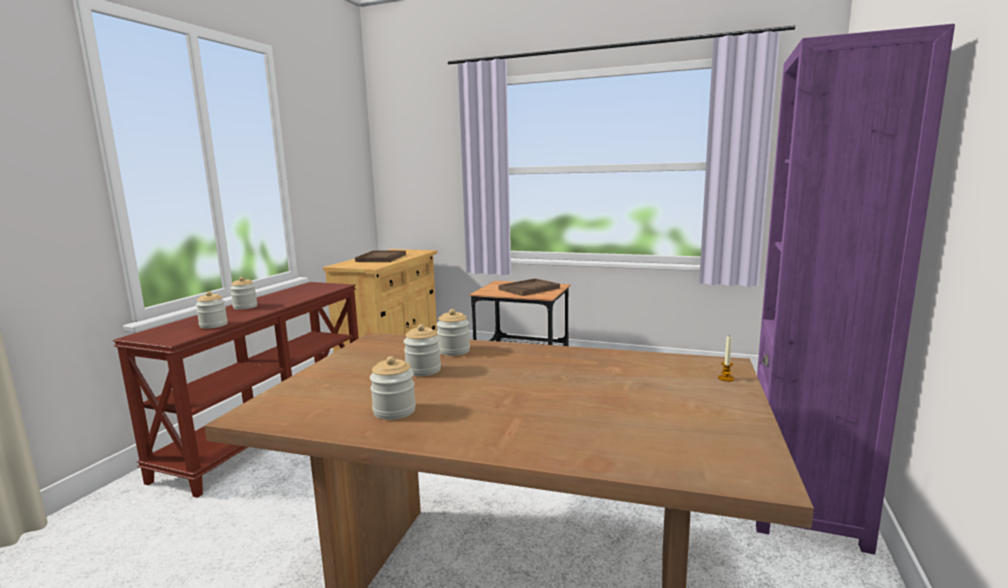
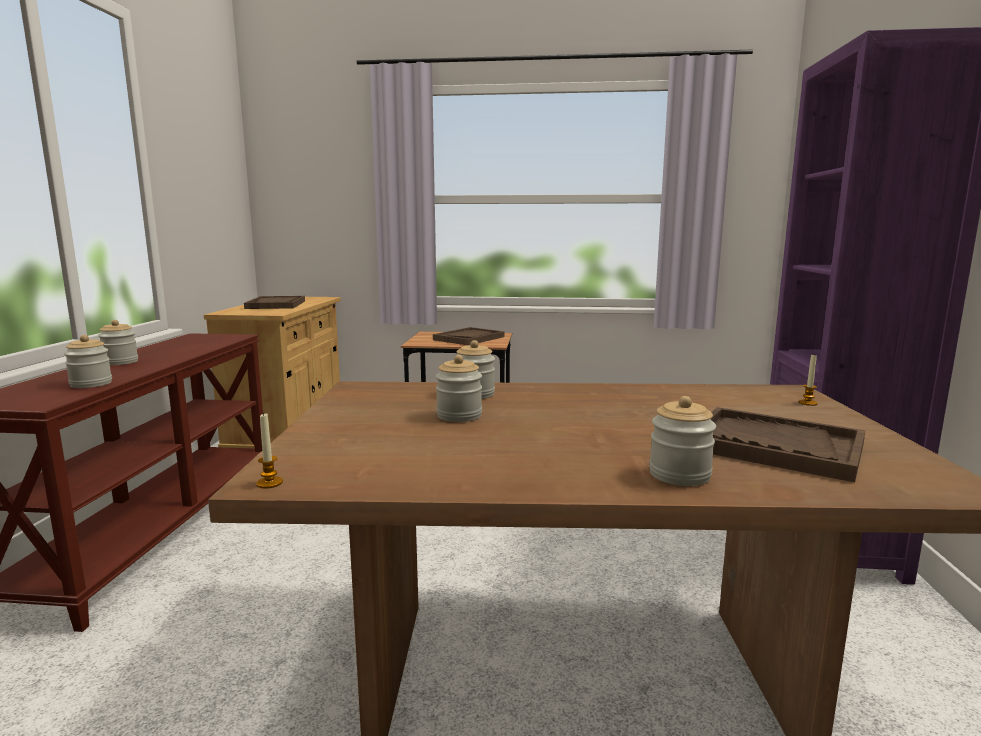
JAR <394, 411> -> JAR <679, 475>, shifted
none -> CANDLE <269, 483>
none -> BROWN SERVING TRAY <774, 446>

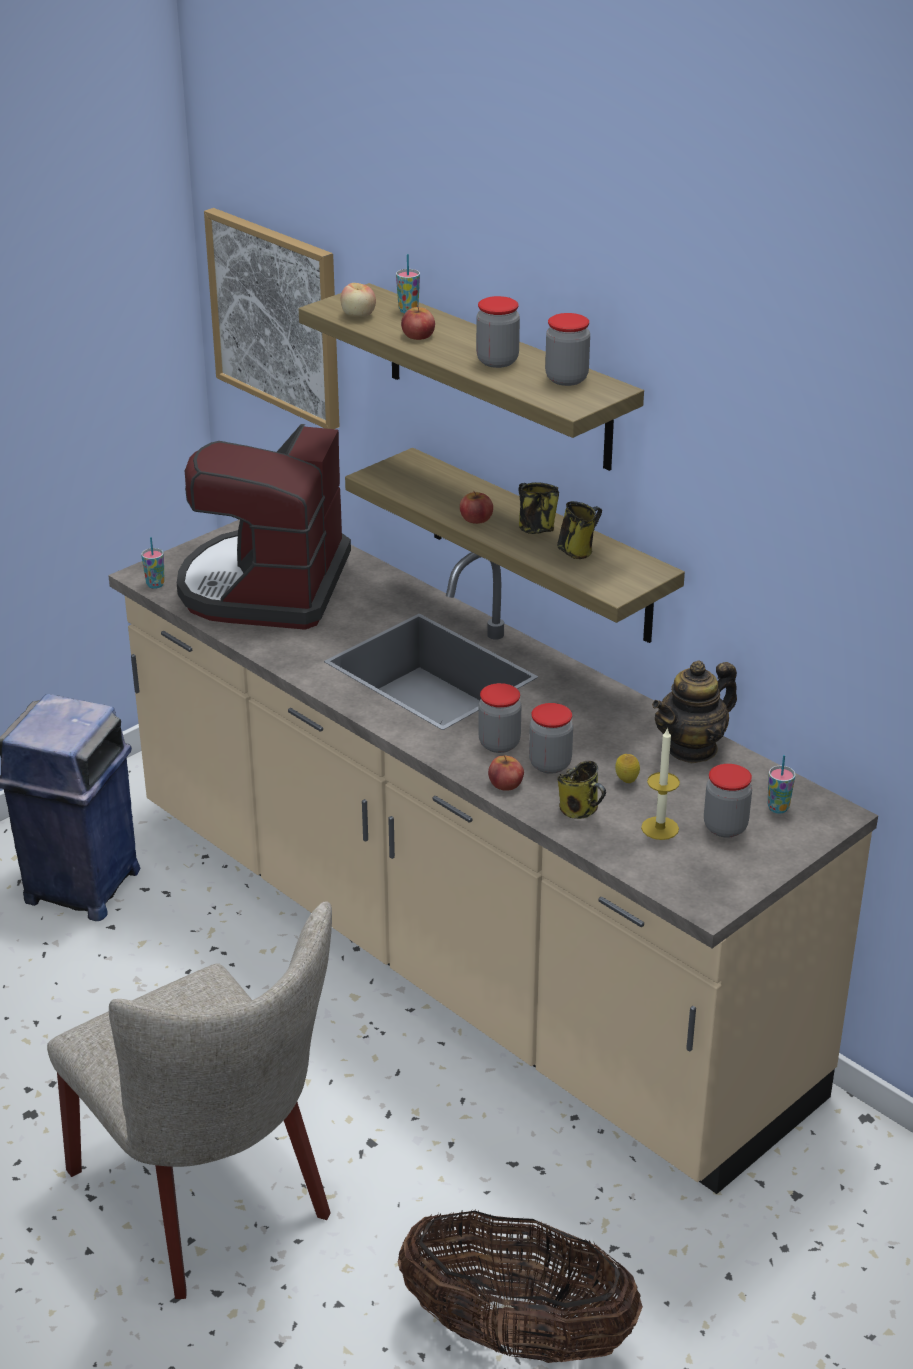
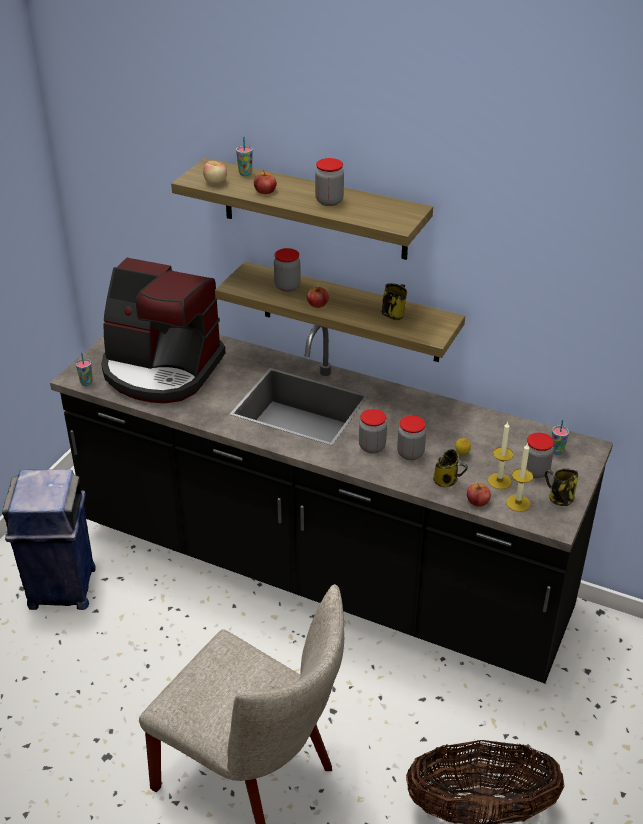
SAND-COLOURED COUNTER <456, 952> -> BLACK-COLOURED COUNTER <321, 571>
COFFEE MAKER <266, 587> -> COFFEE MAKER <161, 370>, 60 degrees counterclockwise
WALL PICTURE <276, 317> -> none
APPLE FRUIT <505, 783> -> APPLE FRUIT <477, 501>, shifted
COFFEE MUG <534, 528> -> COFFEE MUG <559, 499>, shifted
JAR <566, 379> -> JAR <287, 286>, shifted
TEAPOT <692, 748> -> none
none -> CANDLE <518, 503>

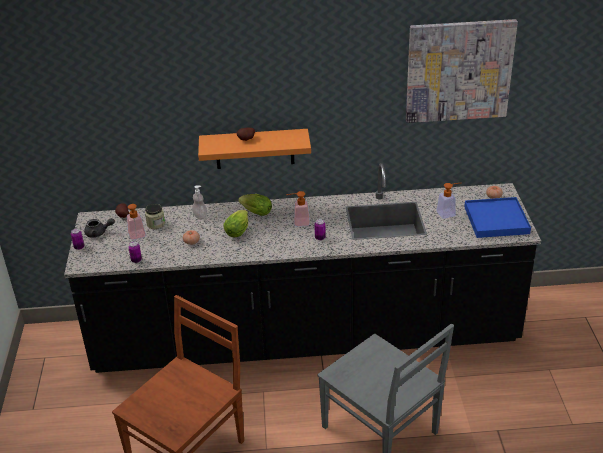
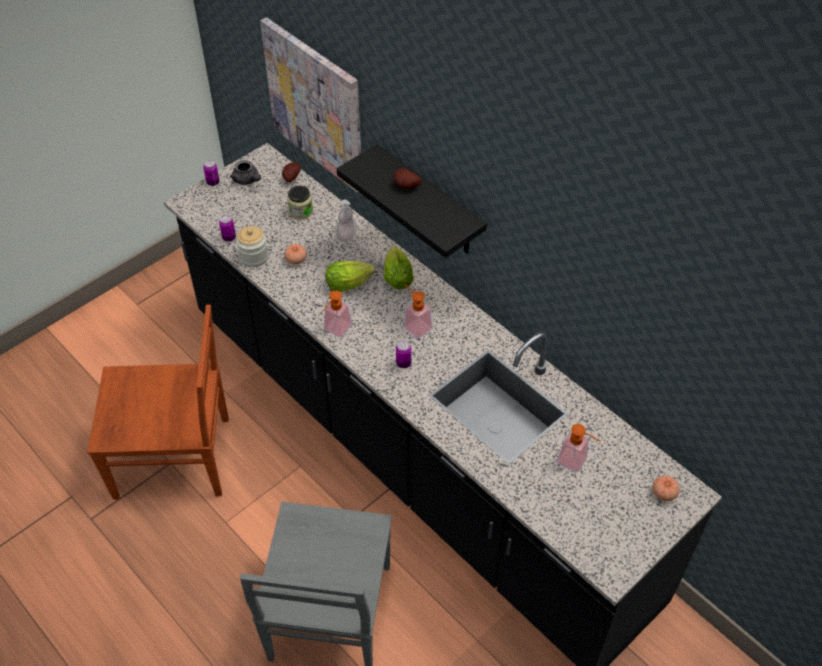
SOAP DISPENSER <137, 237> -> SOAP DISPENSER <335, 331>, shifted
ORANGE WALL SHELF <254, 149> -> BLACK-COLOURED WALL SHELF <429, 203>
WALL PICTURE <459, 71> -> WALL PICTURE <315, 104>, shifted
BLUE SERVING TRAY <496, 220> -> none
none -> JAR <254, 257>

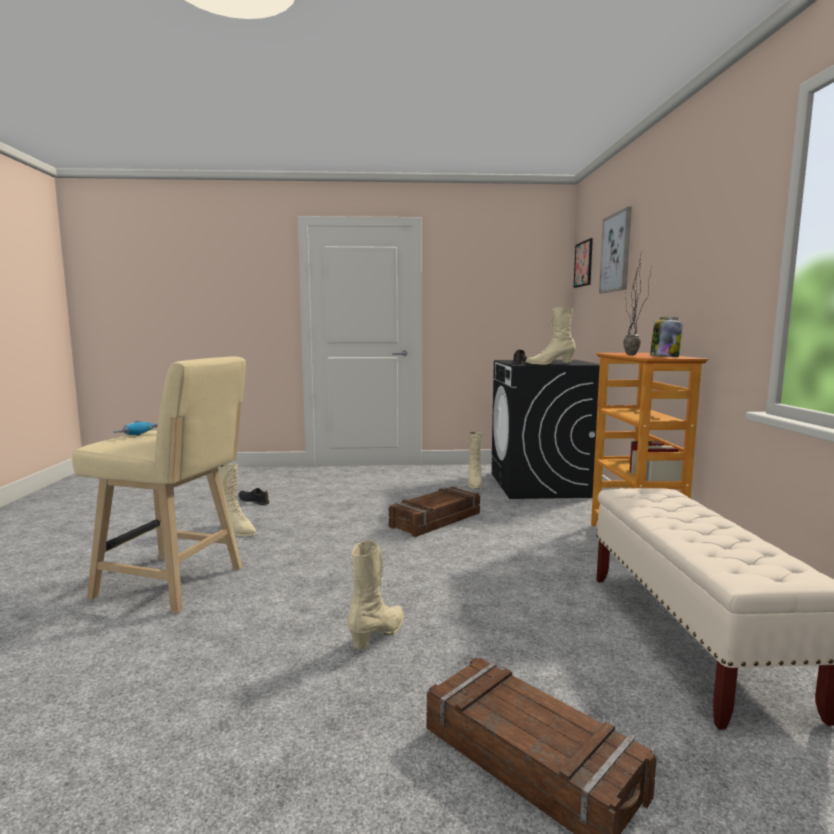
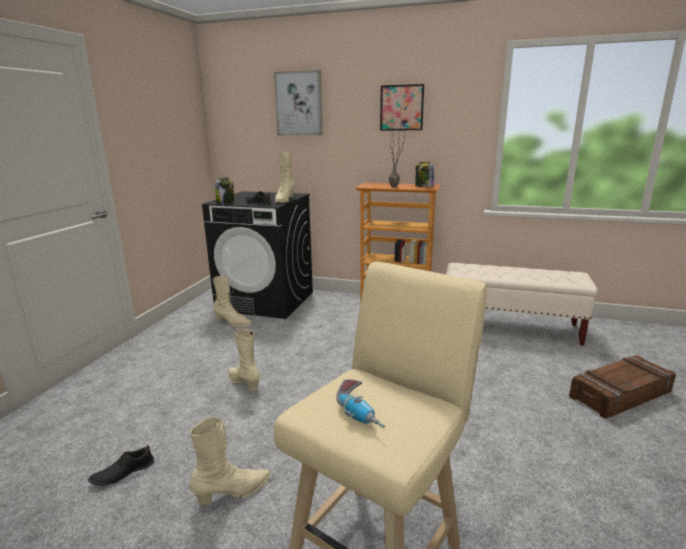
SAND-COLOURED TALL BOOT <379, 634> -> SAND-COLOURED TALL BOOT <244, 383>, shifted
SHIPPING CRATE <436, 520> -> none
WALL PICTURE <583, 264> -> WALL PICTURE <401, 107>, shifted
none -> JAR <226, 202>

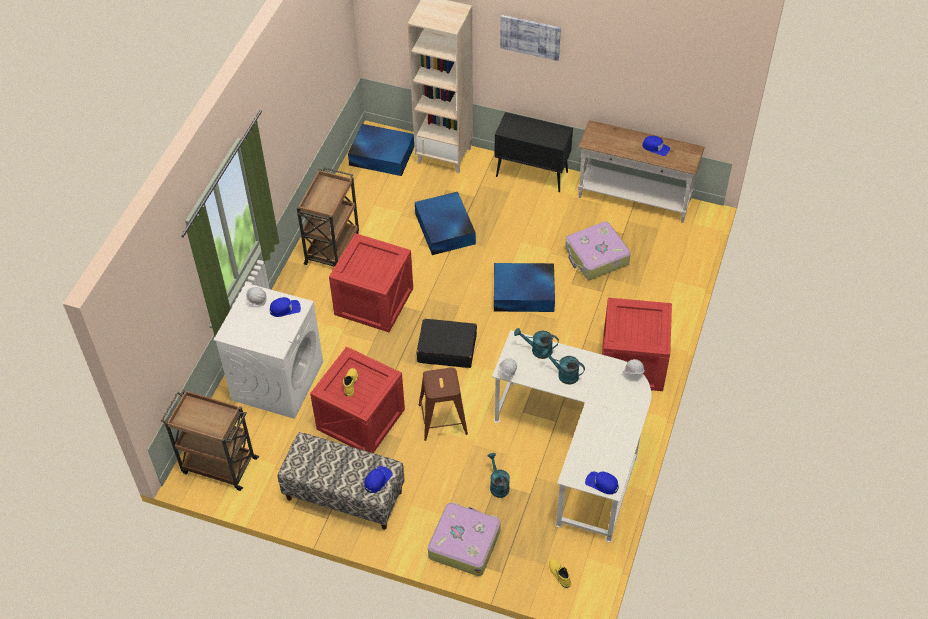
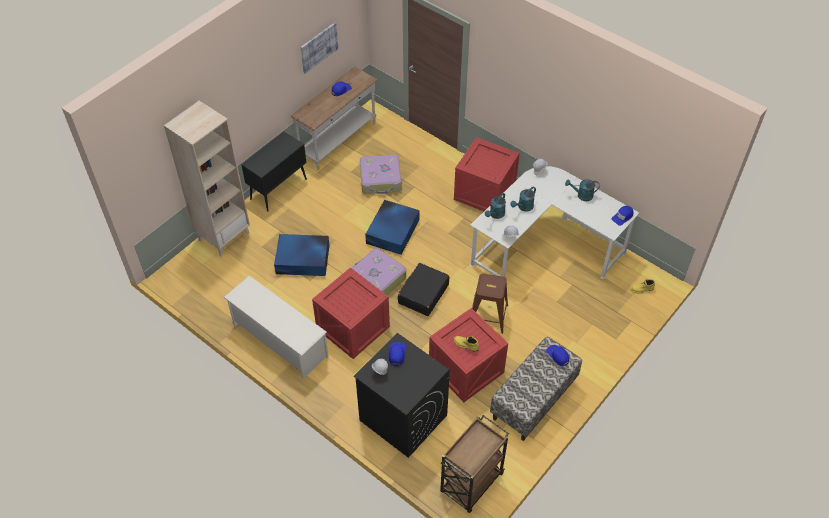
WHITE LAUNDRY APPLIANCE <277, 380> -> BLACK-COLOURED LAUNDRY APPLIANCE <402, 417>
BROWN TROLLEY <332, 247> -> WHITE SHOE SHELF <279, 340>
BLUE STORAGE BIN <381, 155> -> none
PIECE OF LUGGAGE <464, 543> -> PIECE OF LUGGAGE <377, 279>, shifted
TURQUOISE SPRINKLING CAN <498, 485> -> TURQUOISE SPRINKLING CAN <582, 195>, shifted
WALL PICTURE <530, 36> -> WALL PICTURE <318, 47>, shifted

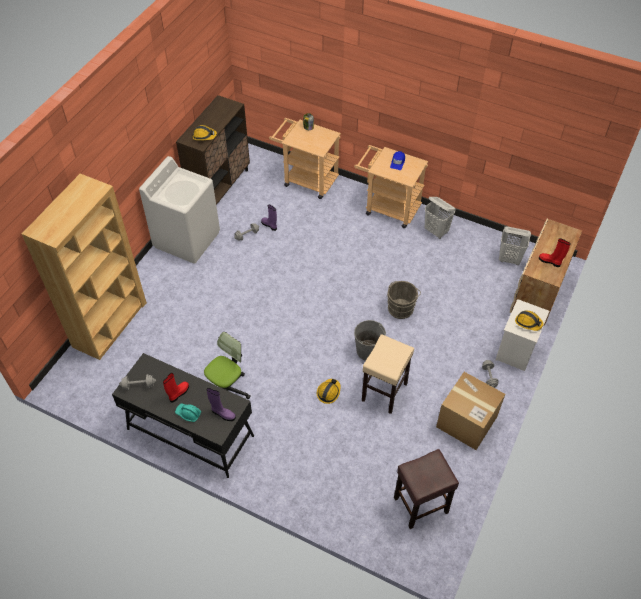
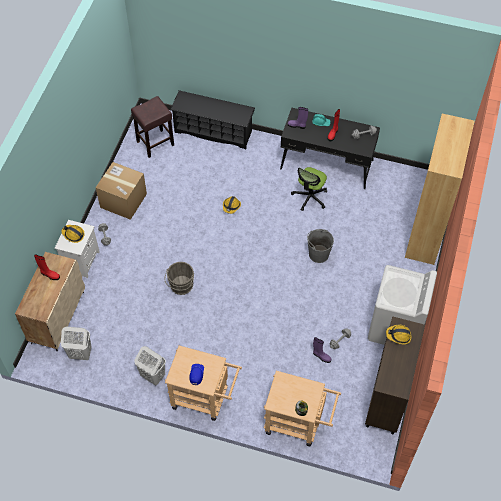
GREY BUCKET <368, 351> -> GREY BUCKET <318, 254>, shifted
SAND-COLOURED STOOL SEAT <384, 392> -> none
none -> BLACK-COLOURED SHOE SHELF <213, 131>

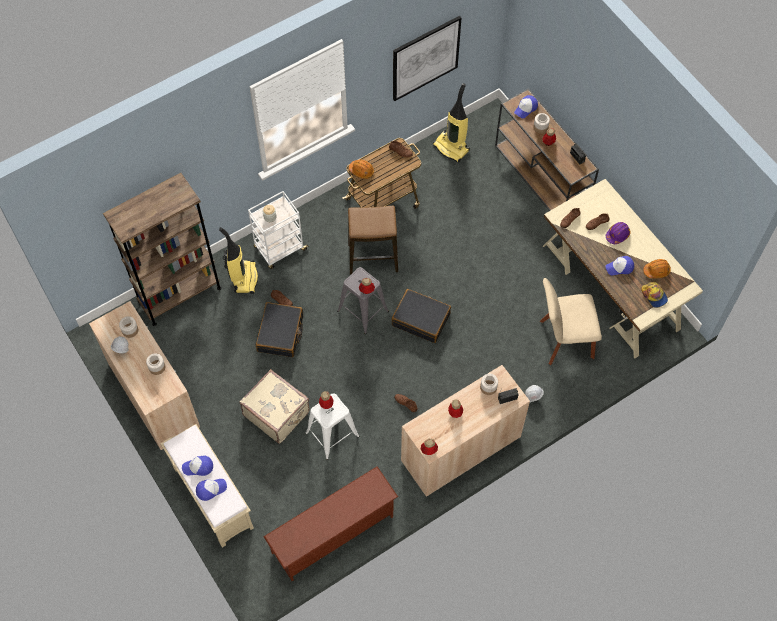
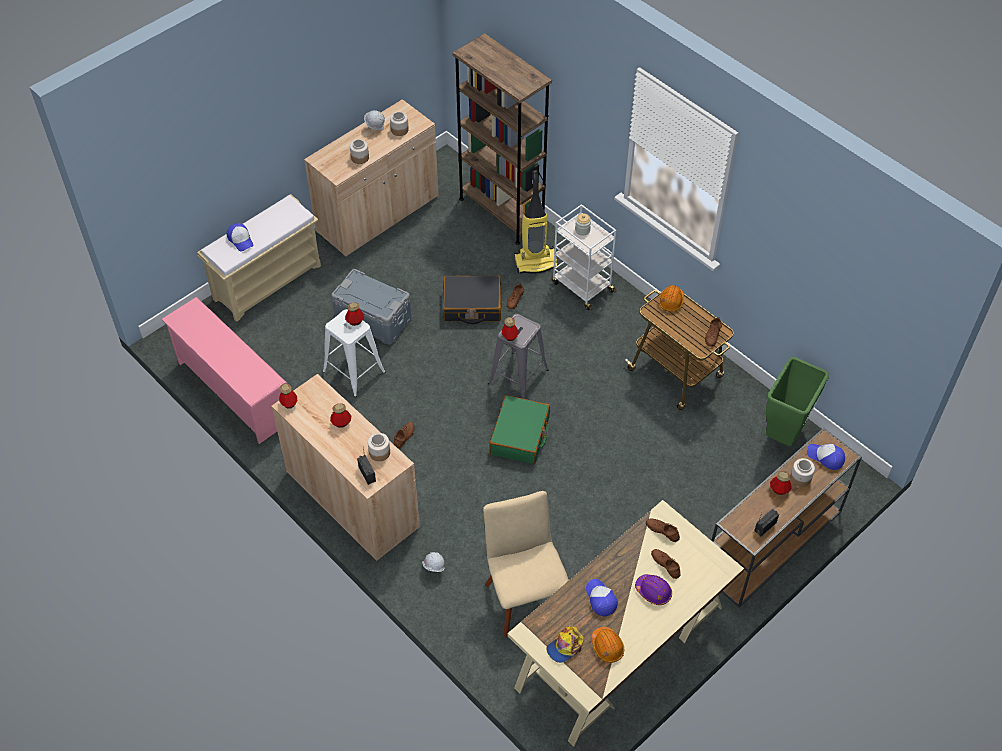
CAP <198, 467> -> none
SAND-COLOURED PIECE OF LUGGAGE <277, 412> -> GREY STORAGE BIN <373, 318>
BROWN SHOE SHELF <333, 535> -> PINK-COLOURED SHOE SHELF <233, 392>
STOOL SEAT <372, 258> -> none
BLACK-COLOURED PIECE OF LUGGAGE <421, 319> -> GREEN PIECE OF LUGGAGE <520, 436>
WALL PICTURE <425, 58> -> none
VACUUM CLEANER <452, 147> -> GREEN TRASH CAN <783, 435>

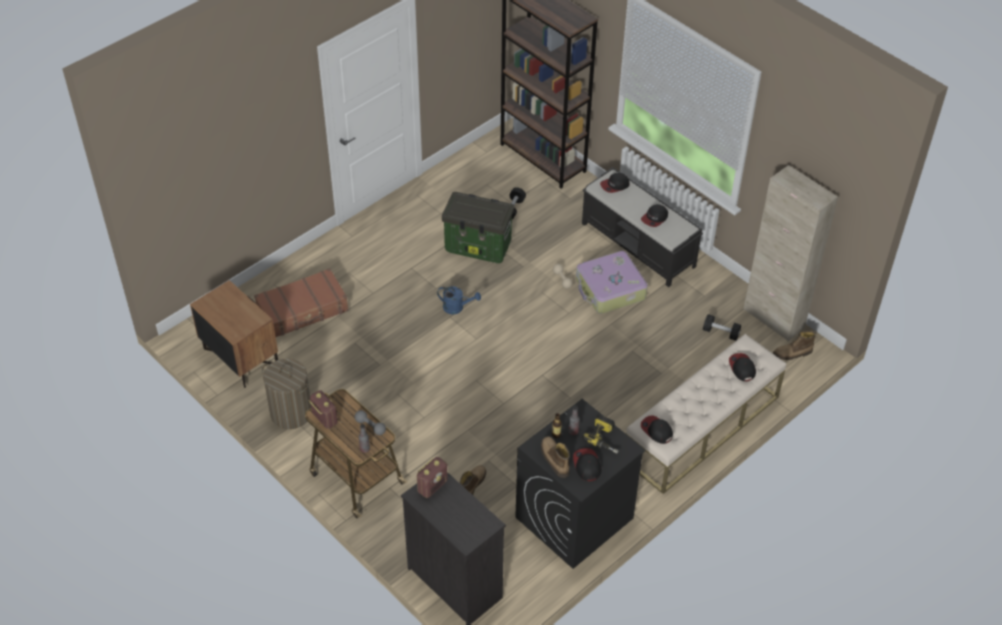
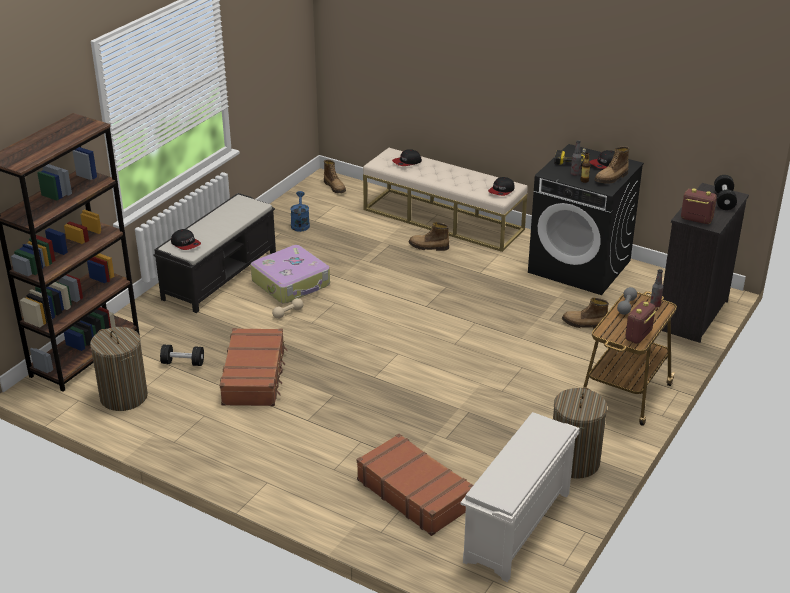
BROWN BEDSIDE TABLE <240, 357> -> WHITE SHOE SHELF <517, 528>
BLUE SPRINKLING CAN <457, 307> -> BLUE SPRINKLING CAN <300, 224>, shifted
STORAGE BIN <479, 246> -> BROWN PIECE OF LUGGAGE <254, 376>
CAP <654, 218> -> none
BLACK-COLOURED HAND WEIGHT <721, 333> -> BLACK-COLOURED HAND WEIGHT <723, 200>, shifted
SAND-COLOURED CUPBOARD <773, 318> -> none
none -> LAUNDRY BASKET <123, 396>
none -> TALL BOOT <428, 247>

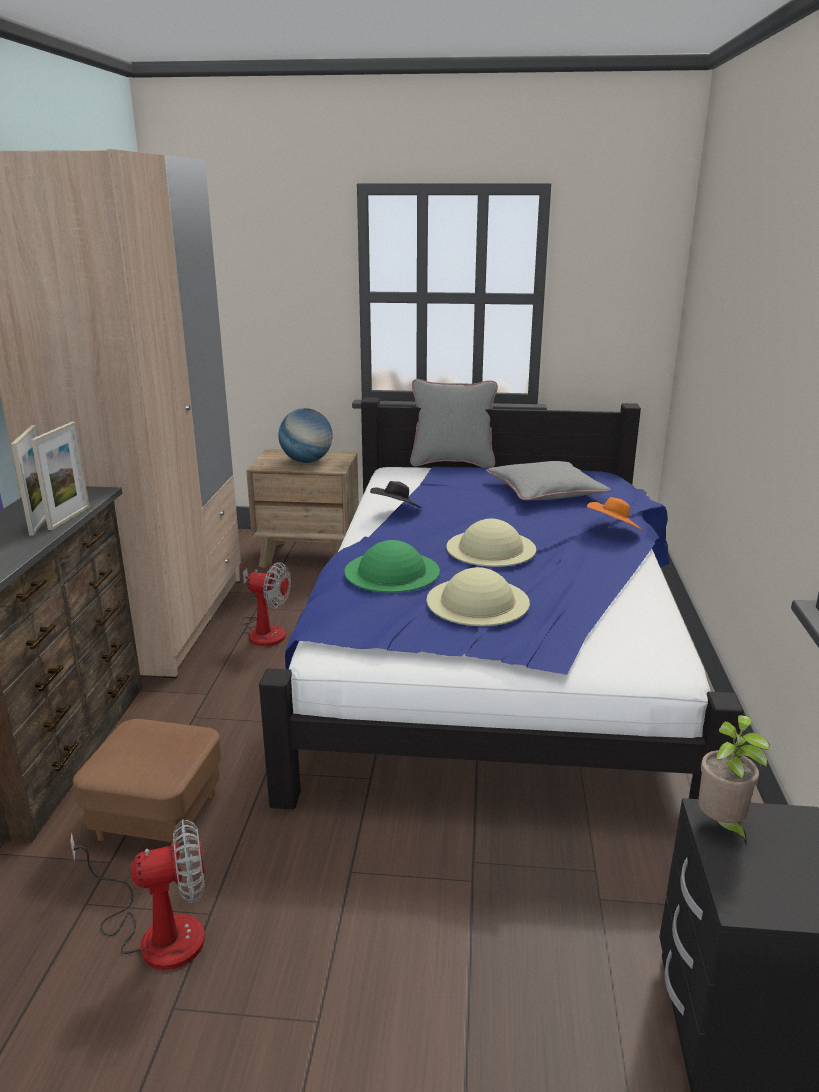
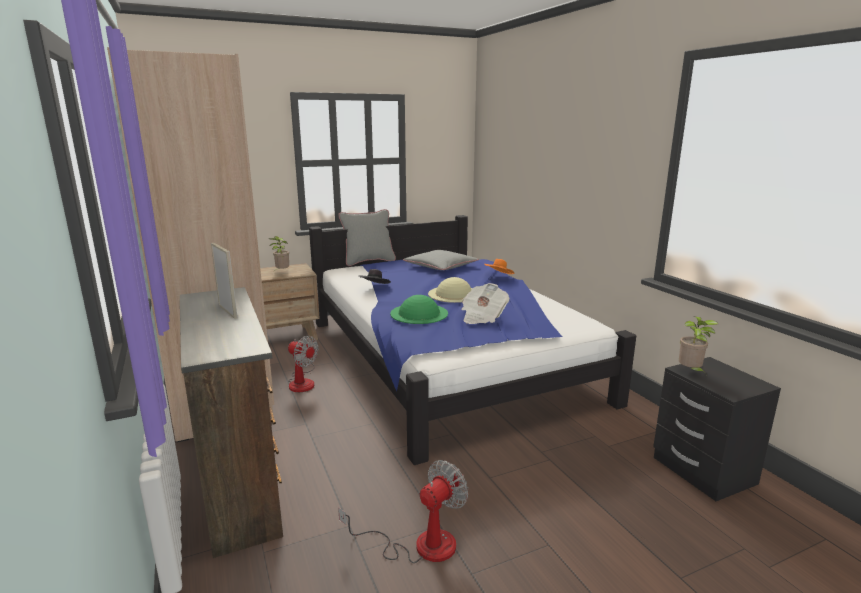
STANDING FRAME <69, 518> -> none
BROWN FOOTREST <157, 815> -> none
COOLING FAN <264, 630> -> COOLING FAN <303, 381>, 45 degrees clockwise
GLOBE <307, 461> -> PLANT IN A POT <281, 272>
SAND-COLOURED HAT <478, 601> -> PRINTED PAPER <482, 317>

